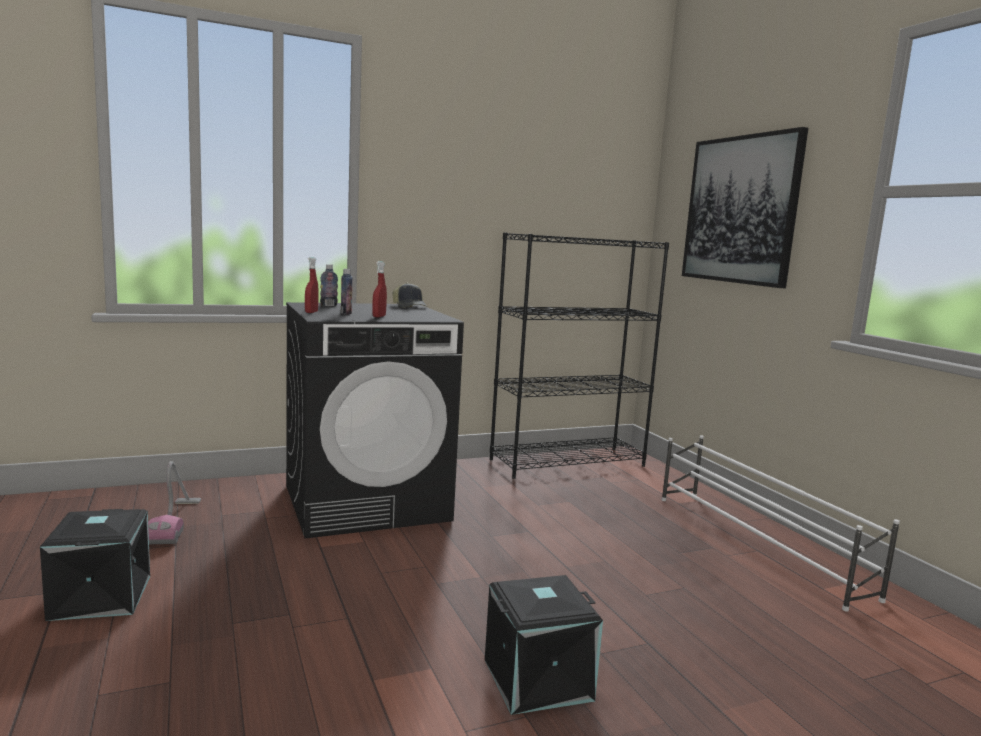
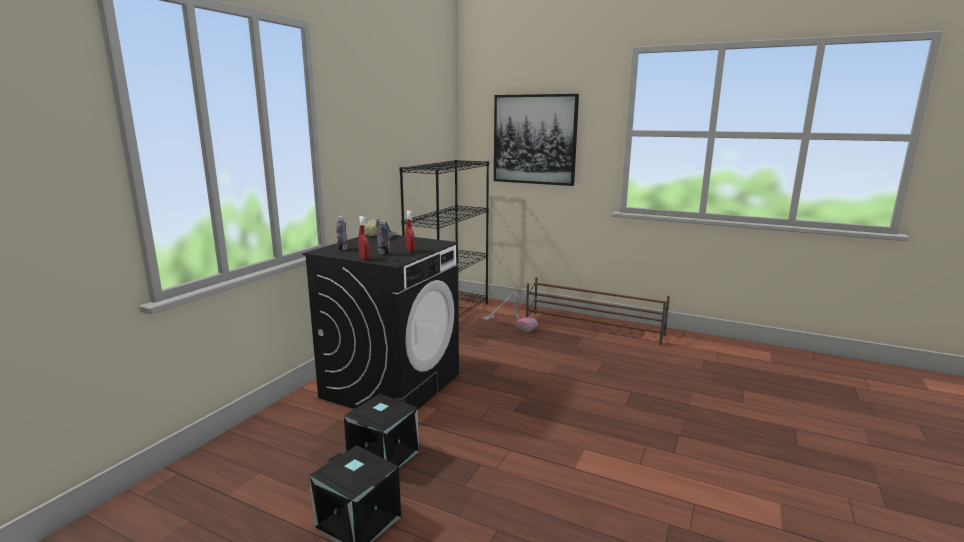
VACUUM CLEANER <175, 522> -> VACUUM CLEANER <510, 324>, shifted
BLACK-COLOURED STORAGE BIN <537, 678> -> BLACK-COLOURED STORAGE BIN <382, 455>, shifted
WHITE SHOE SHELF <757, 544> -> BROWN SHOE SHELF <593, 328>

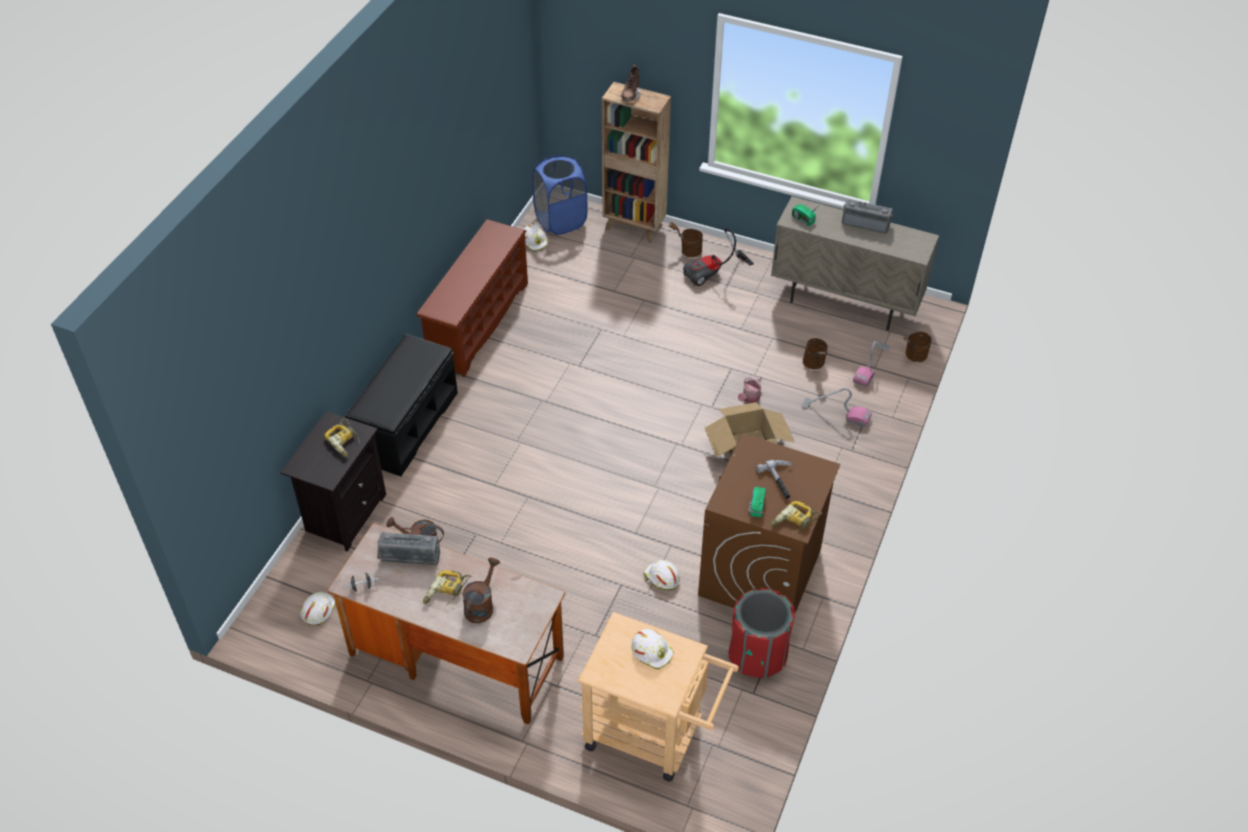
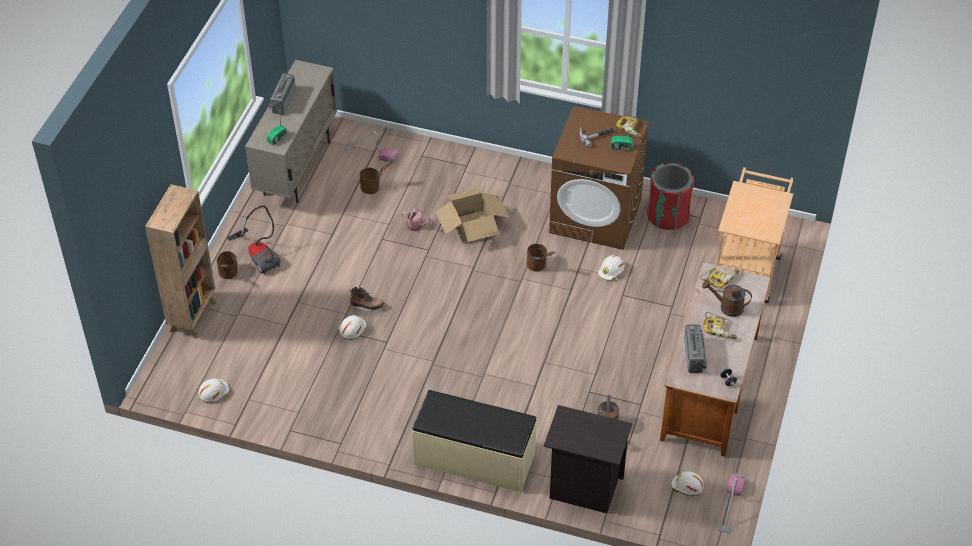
DRILL <345, 441> -> DRILL <720, 277>, shifted
BLACK-COLOURED BENCH <406, 425> -> SAND-COLOURED BENCH <474, 459>
BROWN SHOE SHELF <477, 322> -> none
BLUE LAUNDRY BASKET <560, 221> -> none
BROWN TALL BOOT <630, 96> -> BROWN TALL BOOT <367, 306>, shifted
WHITE WORK HELMET <652, 651> -> WHITE WORK HELMET <352, 329>, shifted
VACUUM CLEANER <835, 413> -> VACUUM CLEANER <730, 505>, shifted
BROWN BUCKET <913, 356> -> BROWN BUCKET <539, 266>, shifted

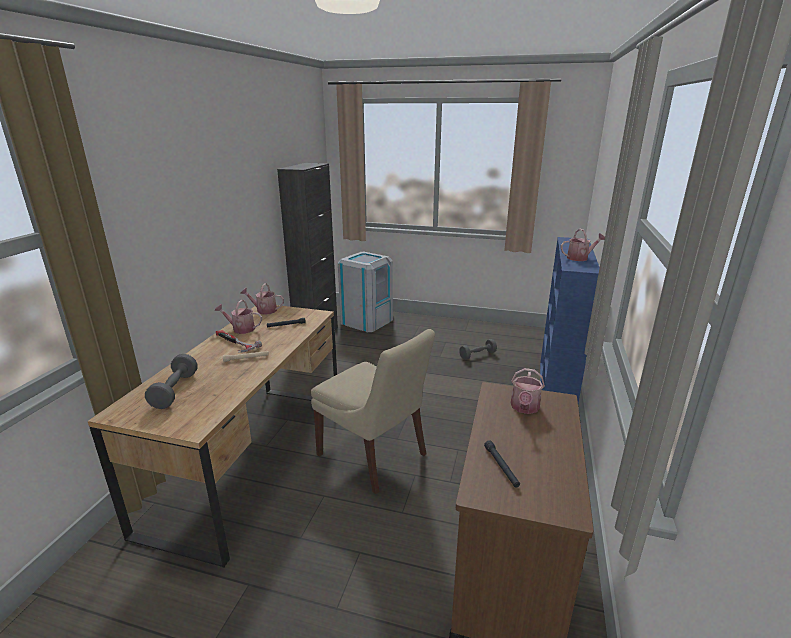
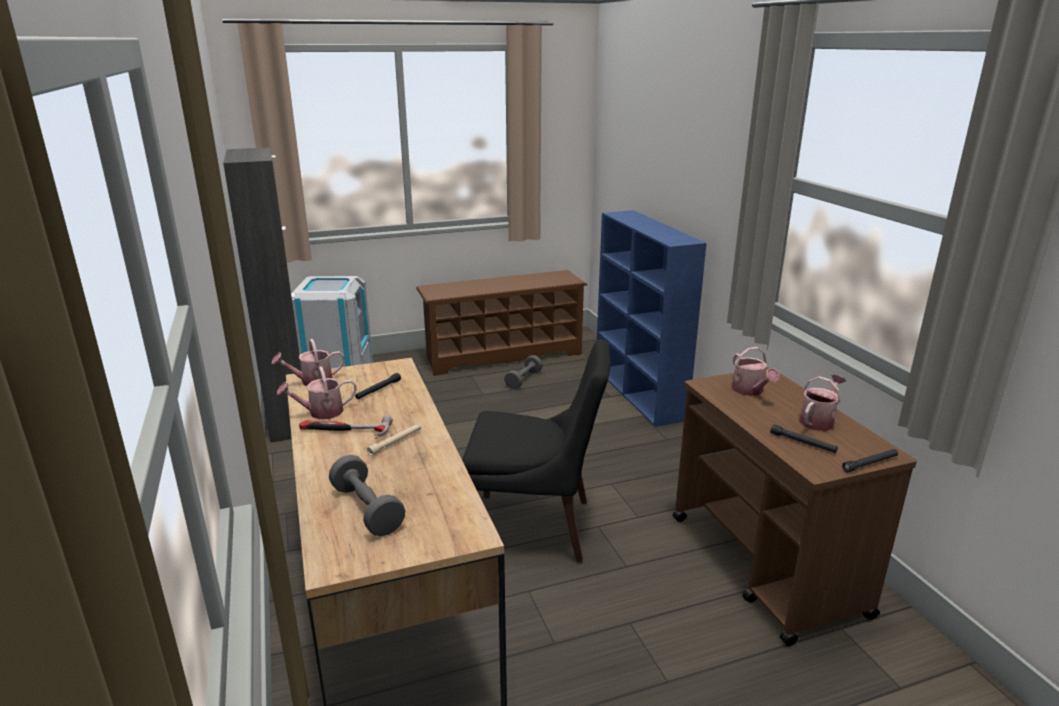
SAND-COLOURED PLAIN CHAIR <374, 456> -> BLACK-COLOURED PLAIN CHAIR <535, 527>
SPRINKLING CAN <580, 258> -> SPRINKLING CAN <818, 420>, shifted
none -> BROWN SHOE SHELF <503, 355>
none -> BLACK-COLOURED FLASHLIGHT <870, 464>

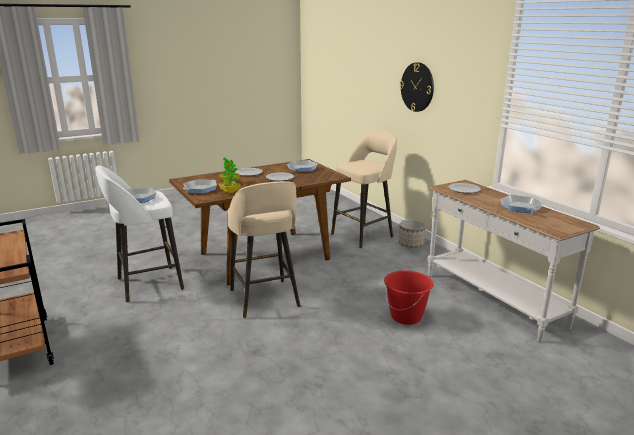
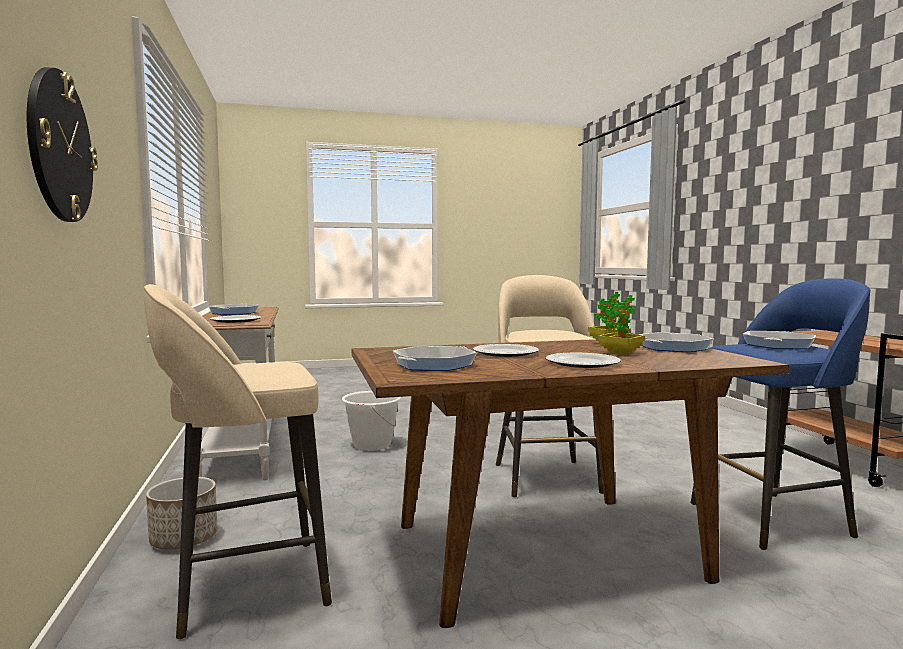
WHITE STOOL SEAT <147, 284> -> BLUE STOOL SEAT <773, 519>
REDDISH BUCKET <406, 317> -> WHITE BUCKET <372, 445>

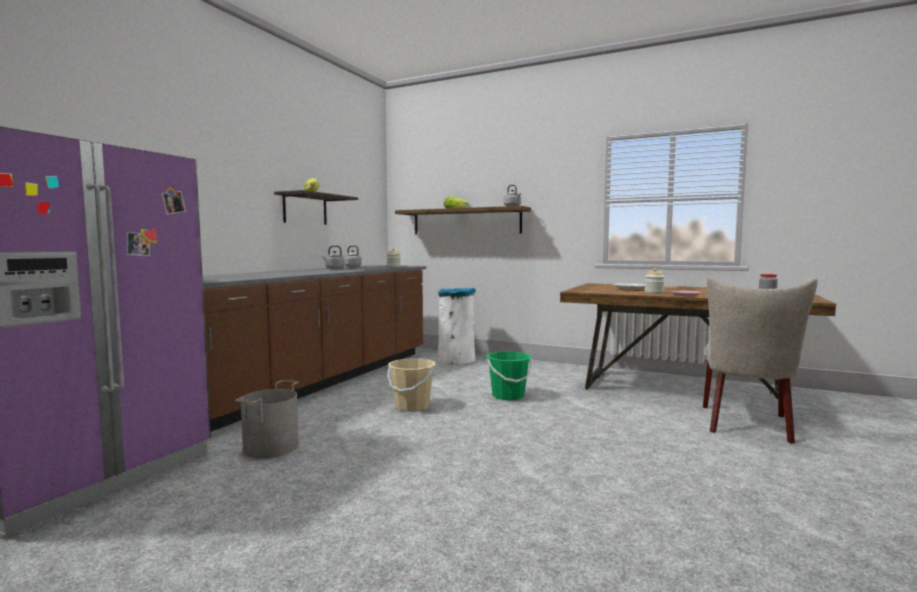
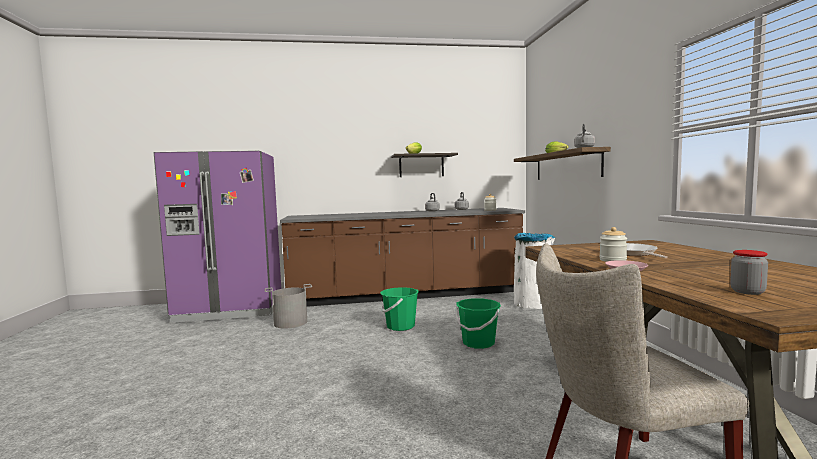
SAND-COLOURED BUCKET <412, 406> -> GREEN BUCKET <400, 326>

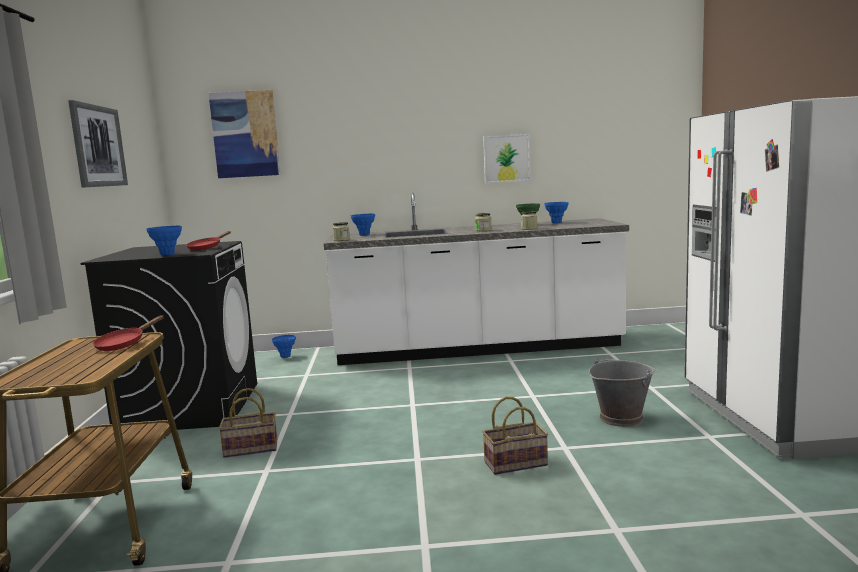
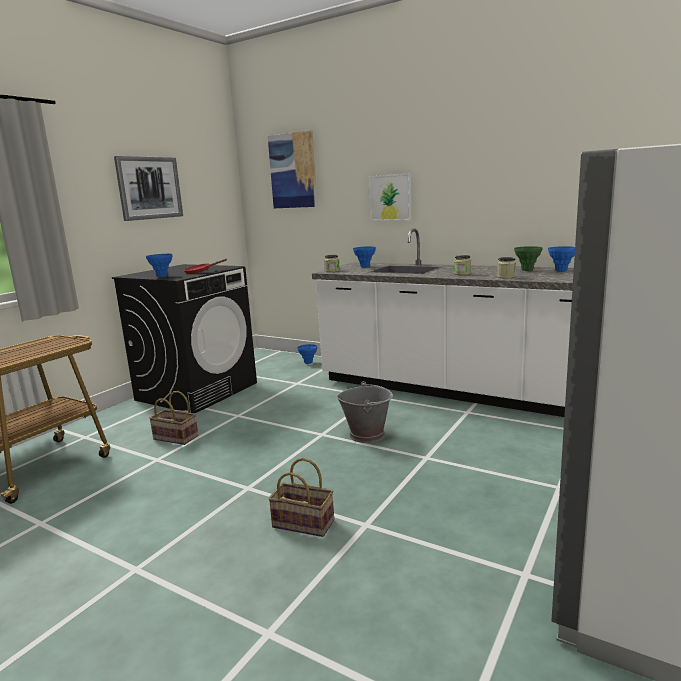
REDDISH SKILLET <124, 344> -> none
WALL PICTURE <506, 158> -> WALL PICTURE <390, 198>, shifted
GREY BUCKET <620, 418> -> GREY BUCKET <367, 434>, shifted

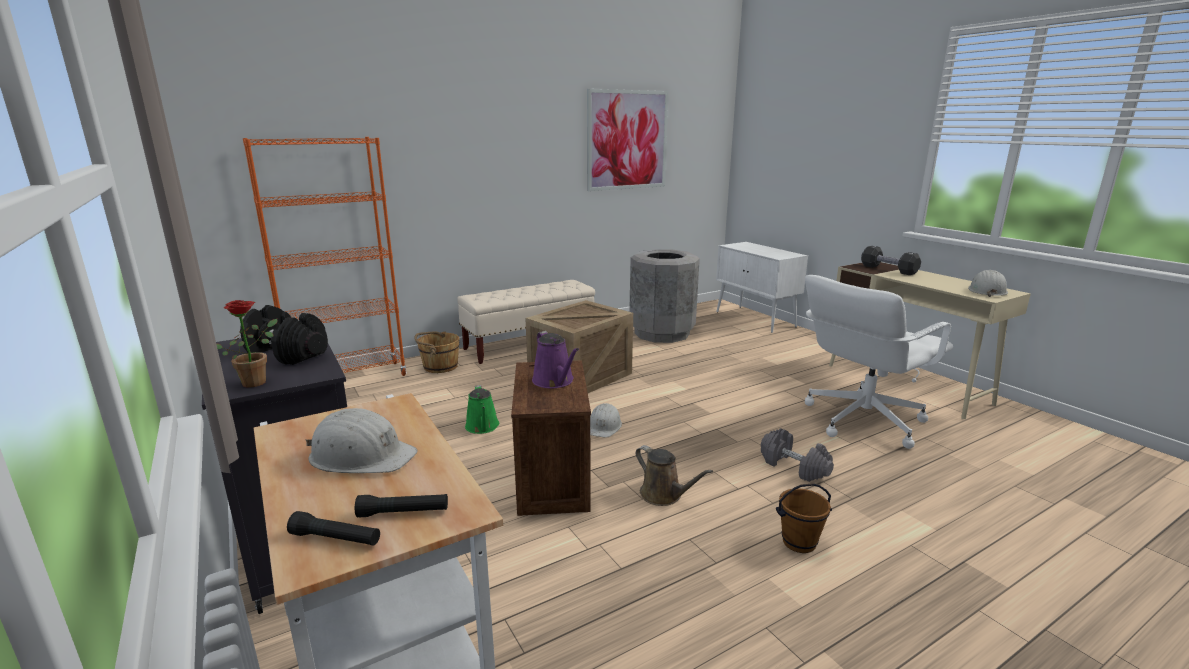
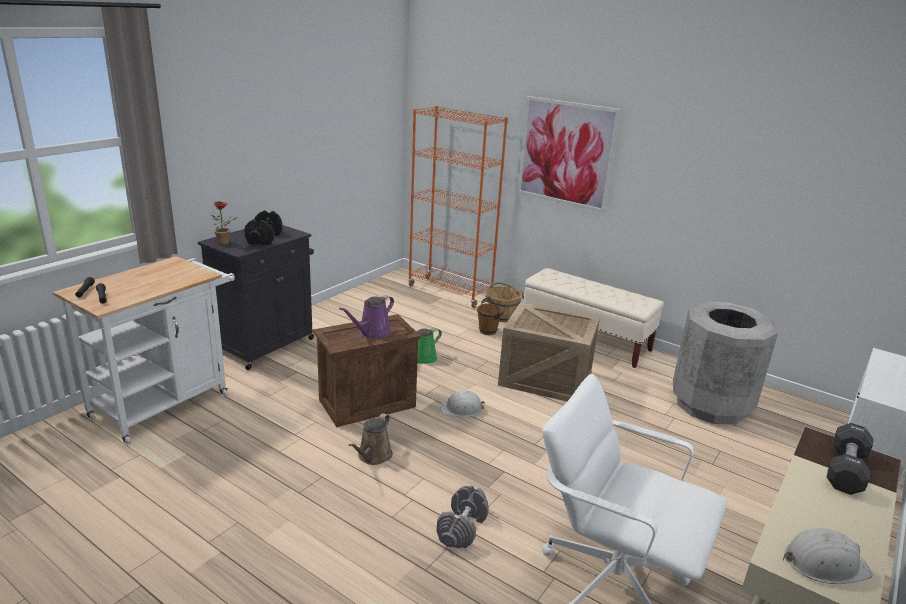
WHITE WORK HELMET <361, 456> -> none
WALL PICTURE <627, 140> -> WALL PICTURE <566, 153>, shifted
BROWN BUCKET <799, 543> -> BROWN BUCKET <487, 331>, shifted

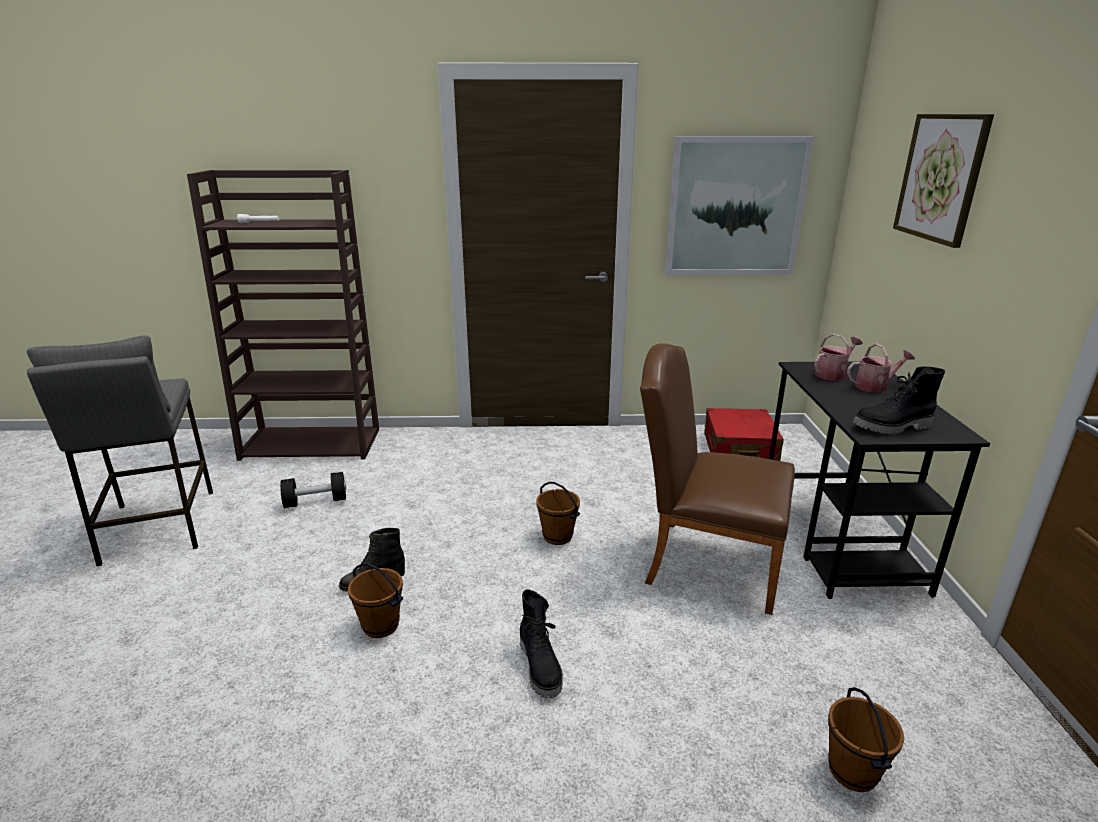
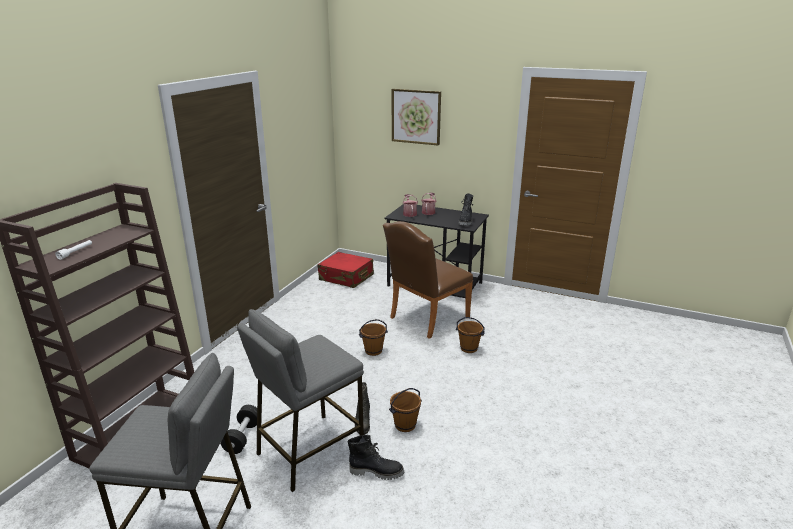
BLACK-COLOURED TALL BOOT <541, 667> -> BLACK-COLOURED TALL BOOT <376, 471>, shifted
WALL PICTURE <735, 207> -> none
BROWN BUCKET <853, 772> -> BROWN BUCKET <469, 348>, shifted
none -> GREY STOOL SEAT <309, 451>

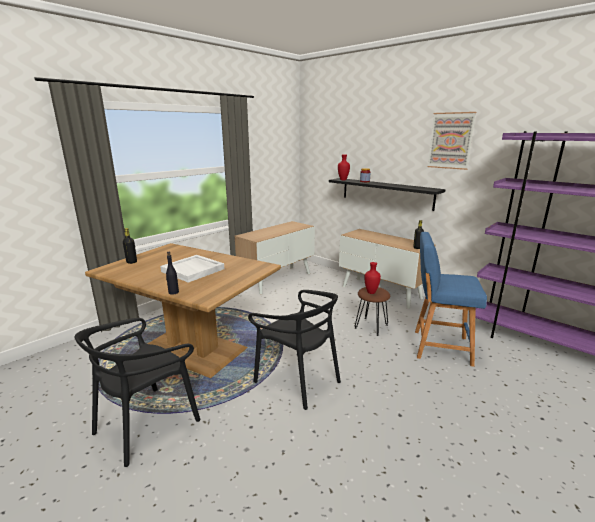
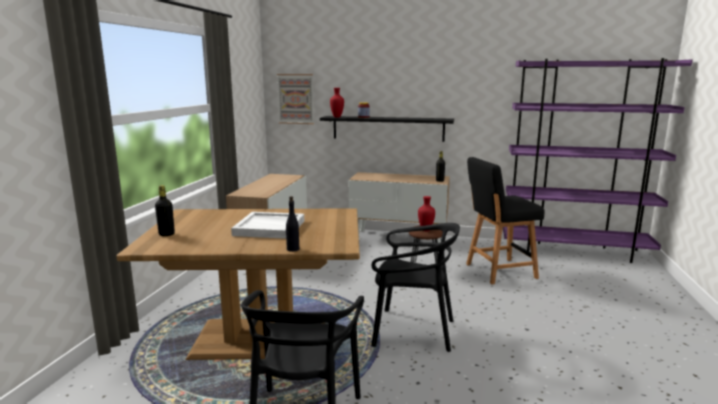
BLUE STOOL SEAT <438, 347> -> BLACK-COLOURED STOOL SEAT <497, 271>
WALL PICTURE <450, 141> -> WALL PICTURE <295, 99>, shifted

